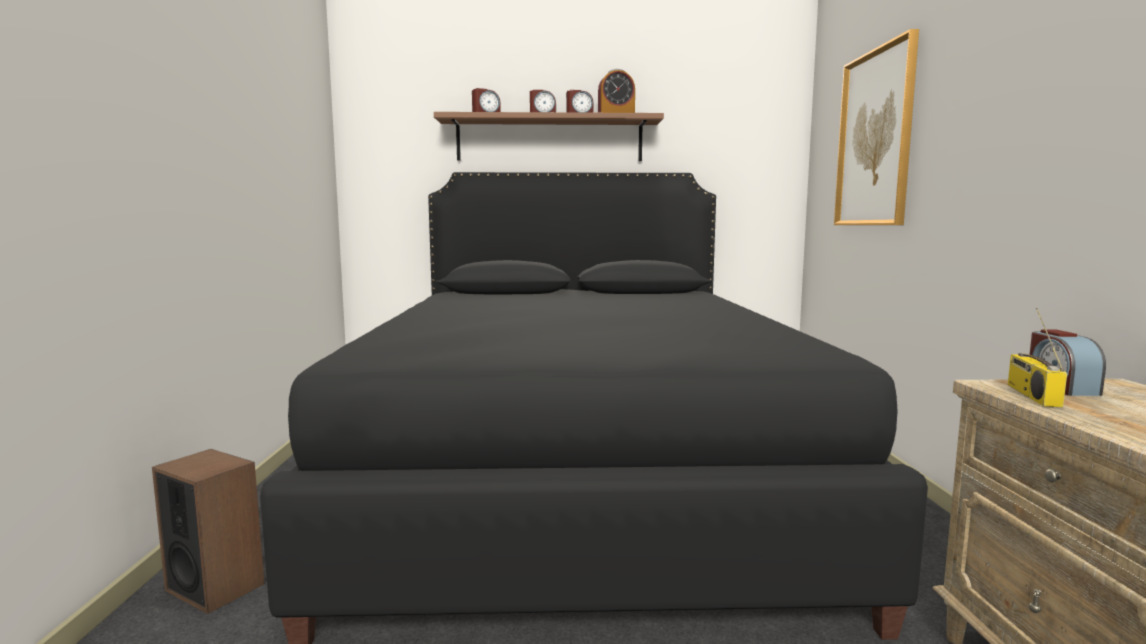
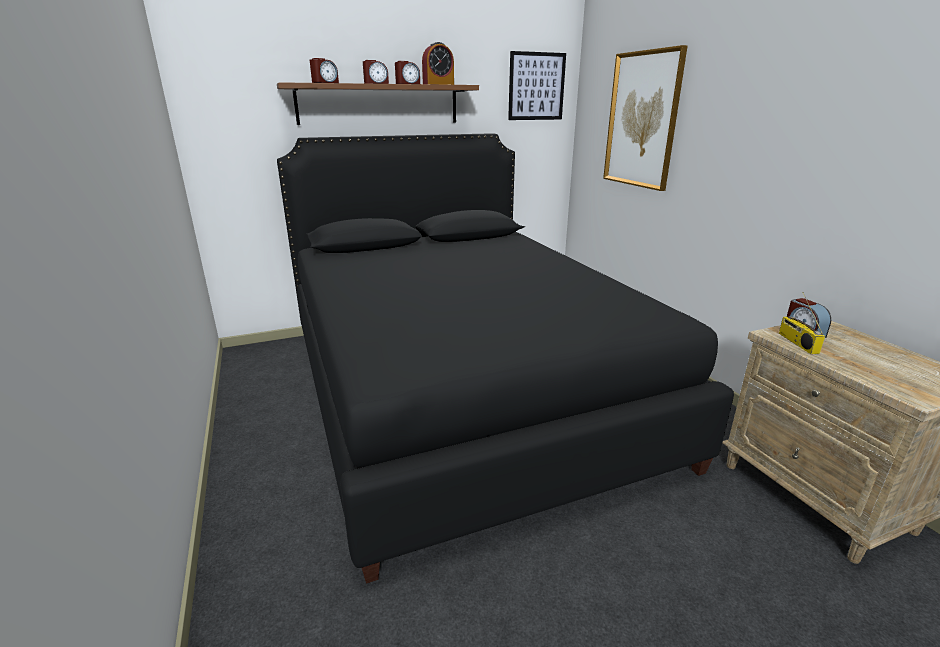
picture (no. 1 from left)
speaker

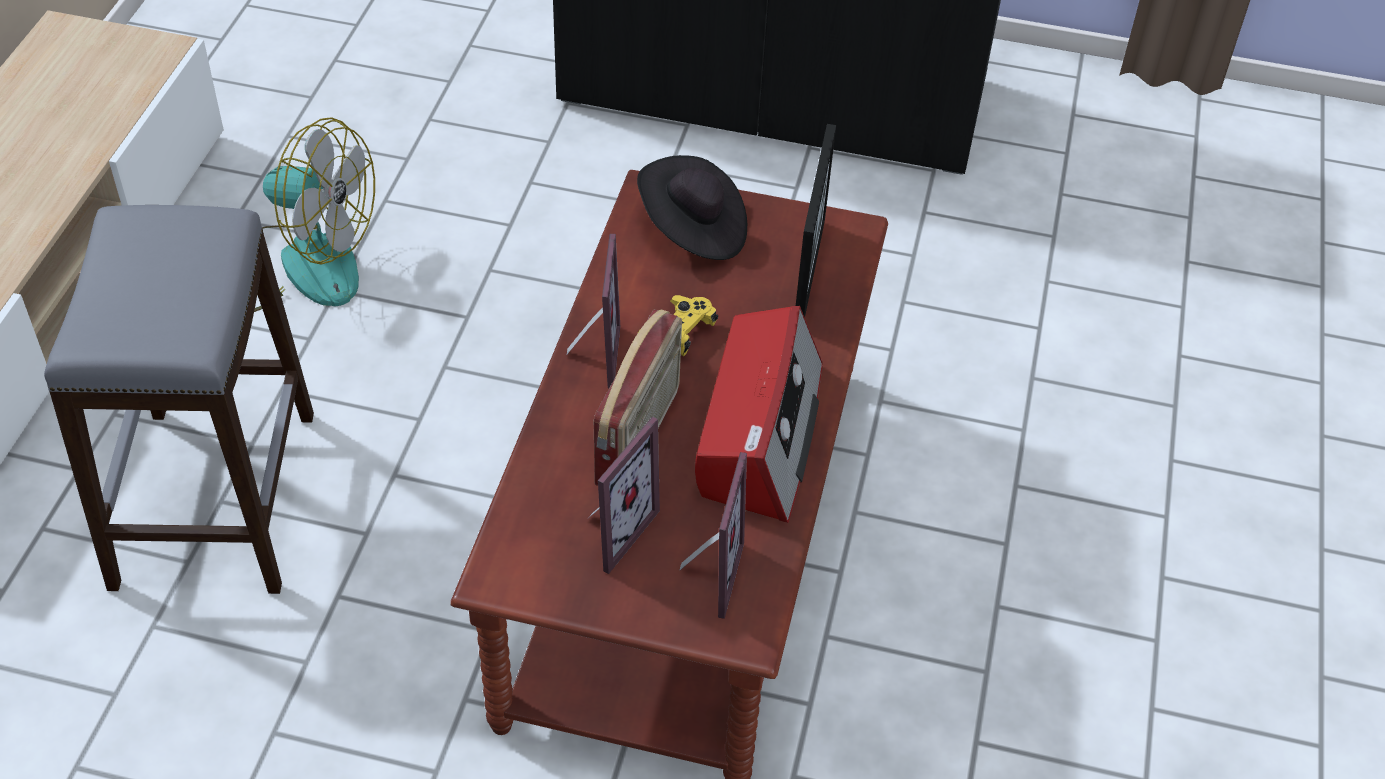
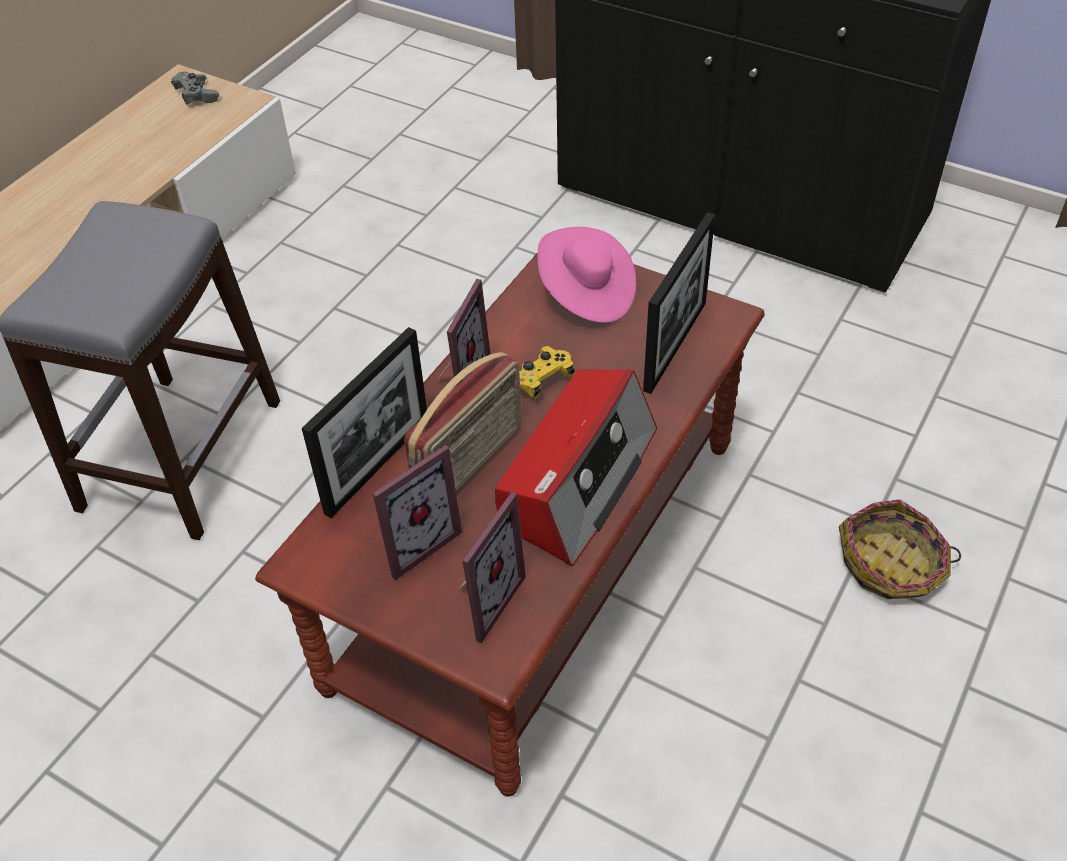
game controller/grey
picture frame (no. 1 from left)
hat/pink
basket
fan

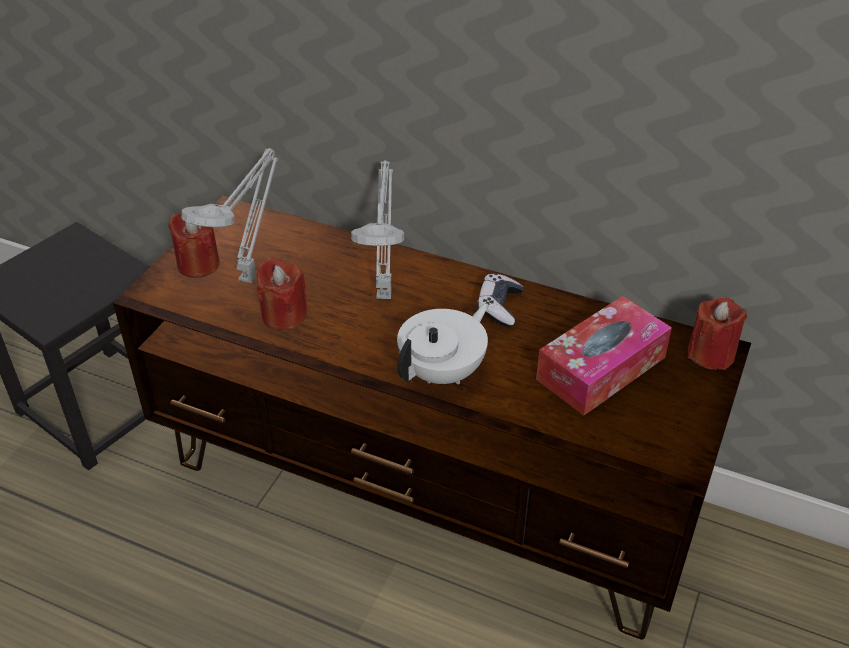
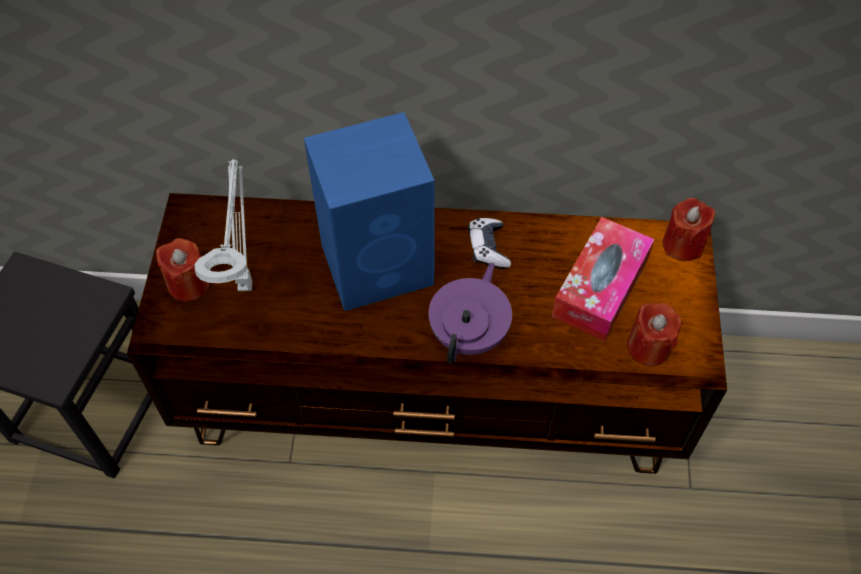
speaker/blue
teapot/purple
candle/red (no. 2 from left)

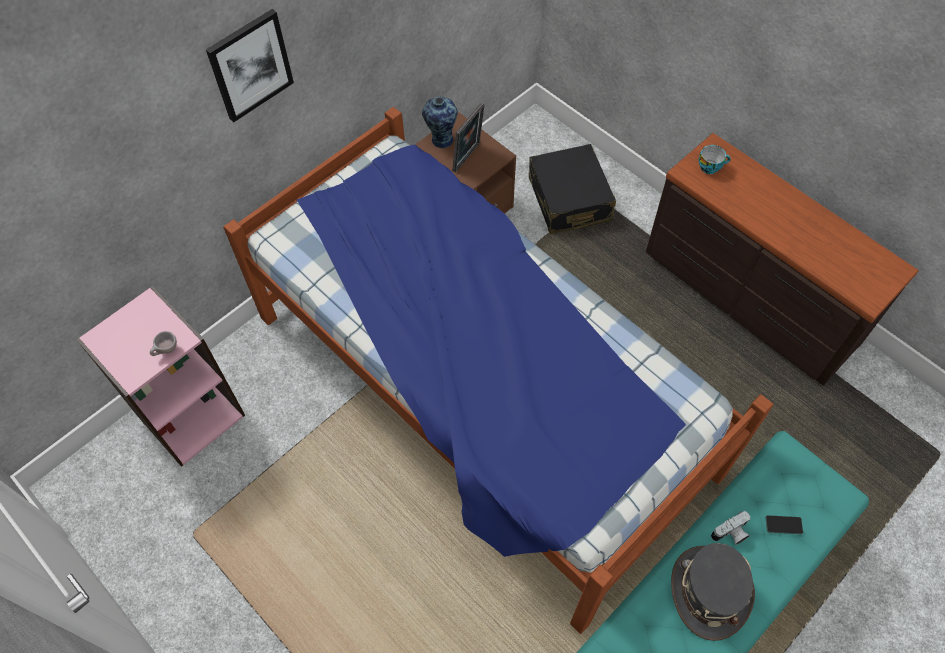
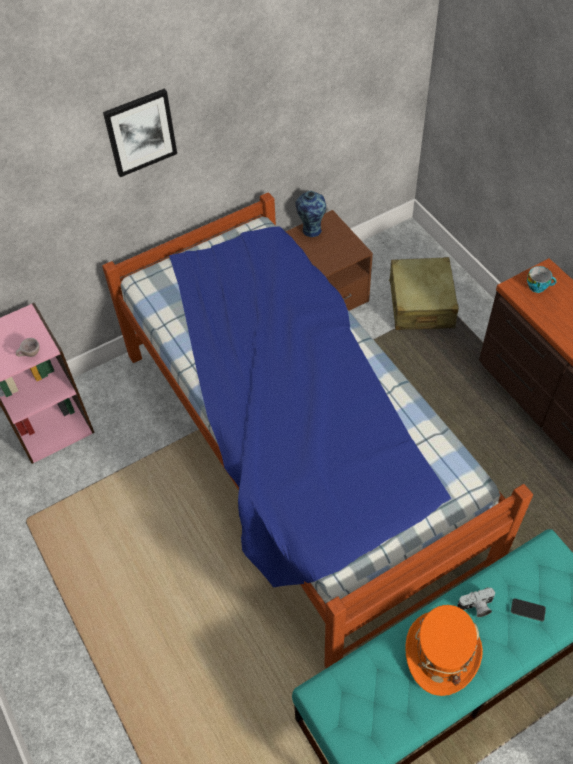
suitcase/beige
hat/orange
picture frame

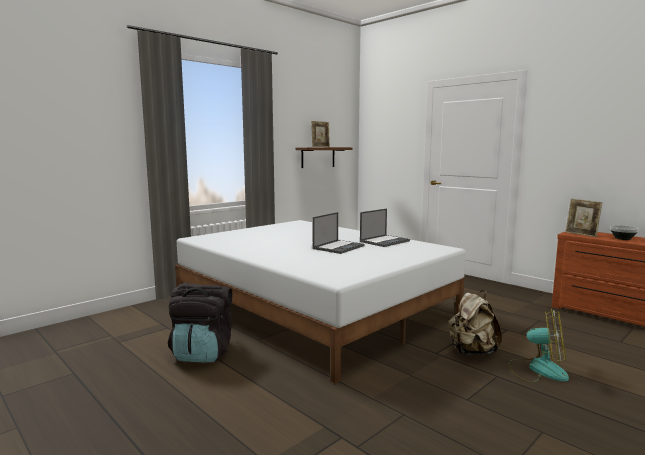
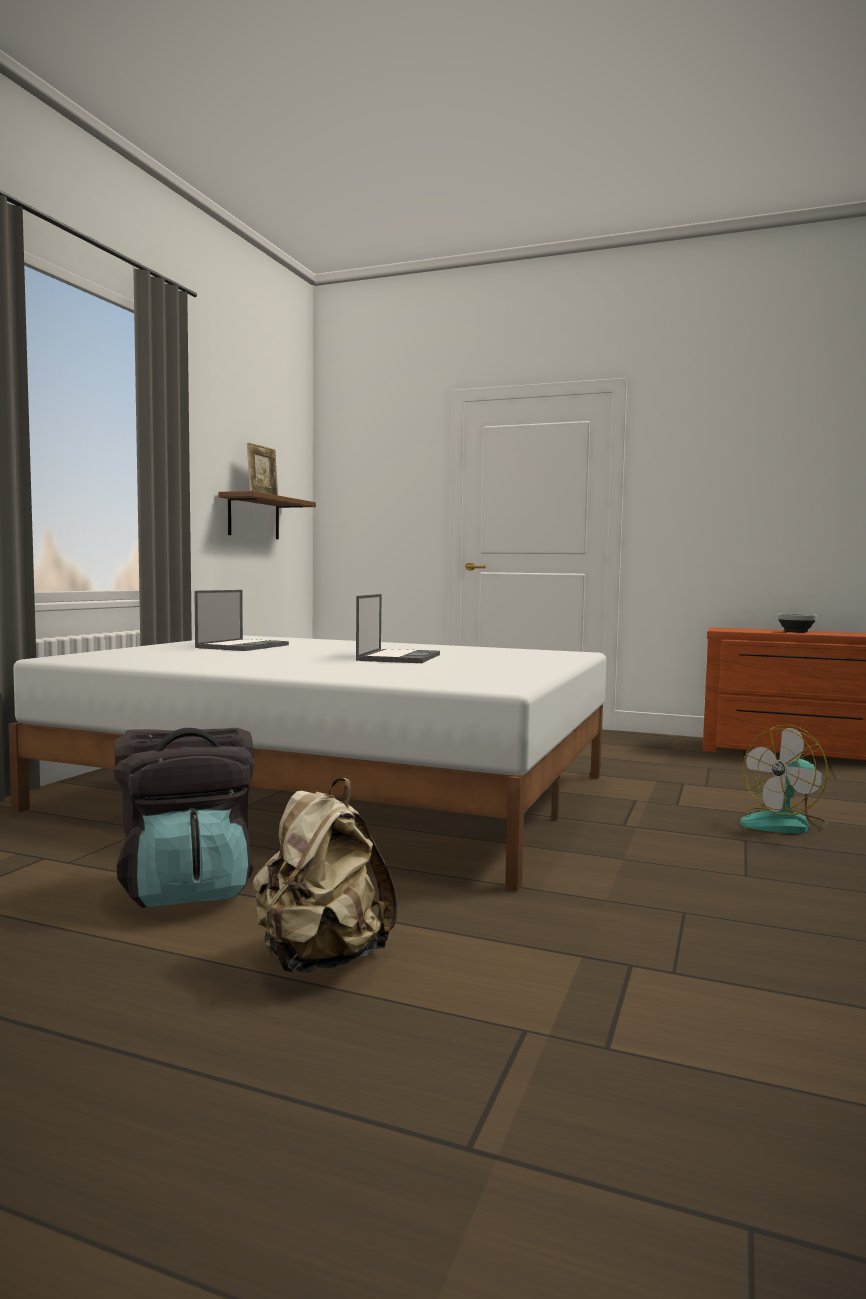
laptop (no. 1 from left)
backpack/beige
fan
picture frame (no. 2 from left in the first image)

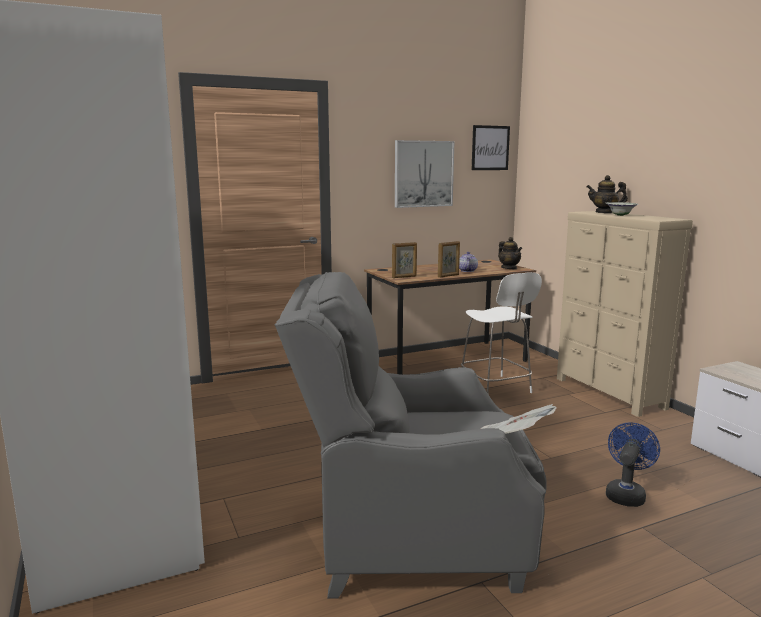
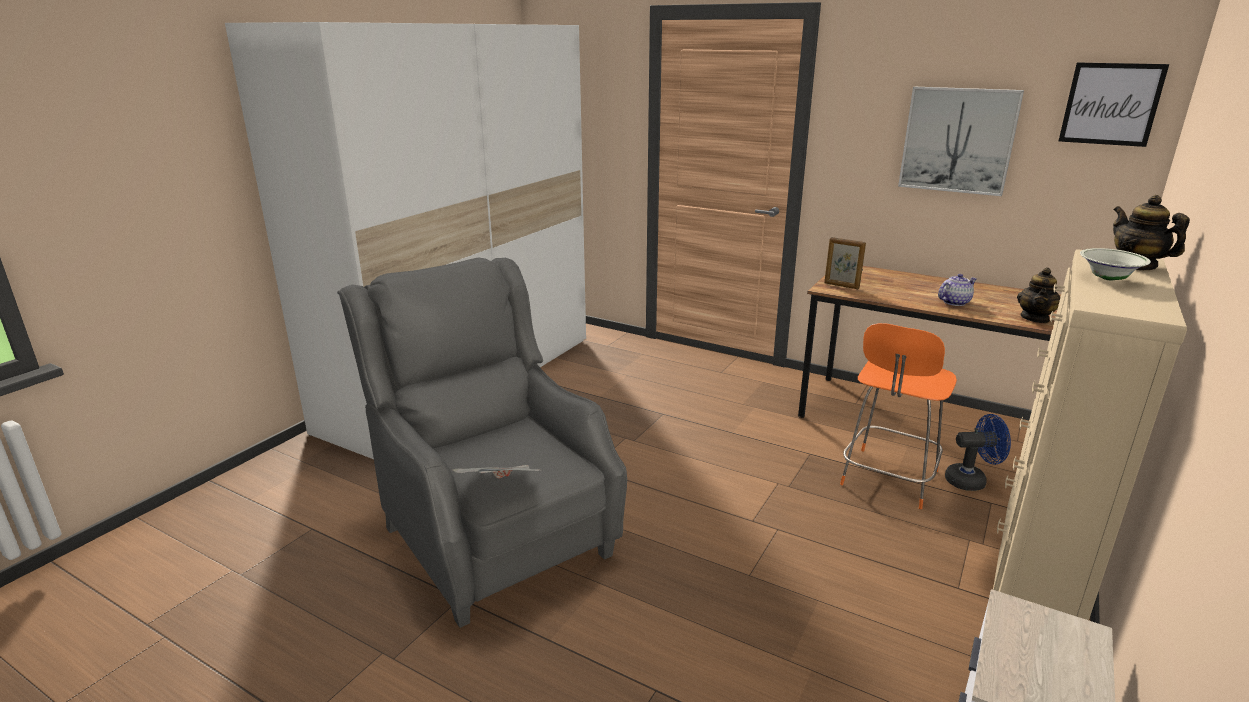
chair/orange
fan/blue
picture frame (no. 2 from left in the first image)

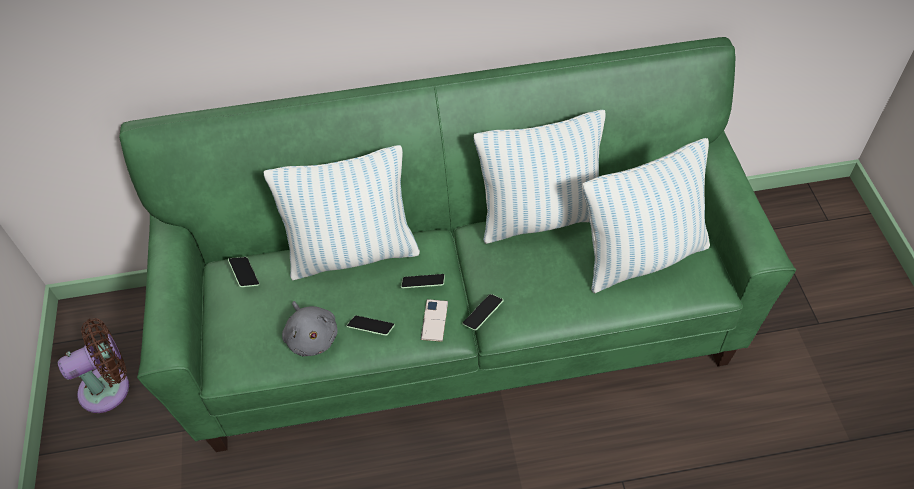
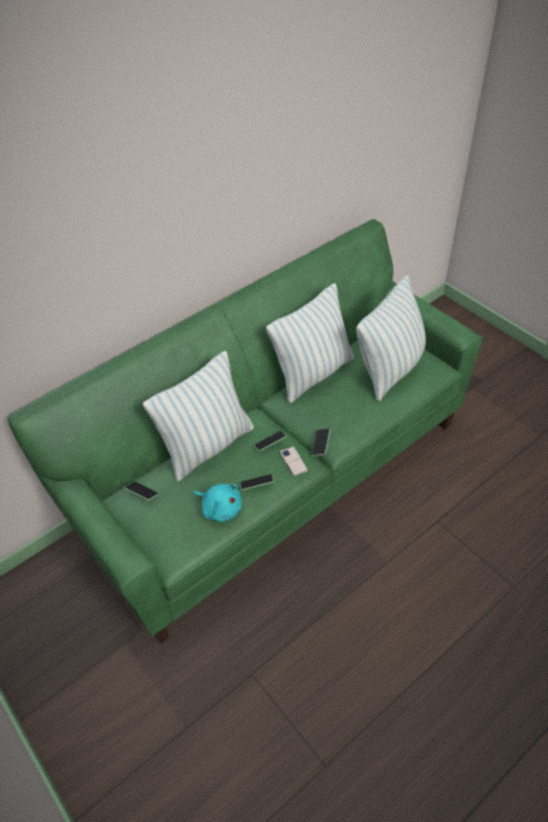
plush toy/turquoise
fan/brown

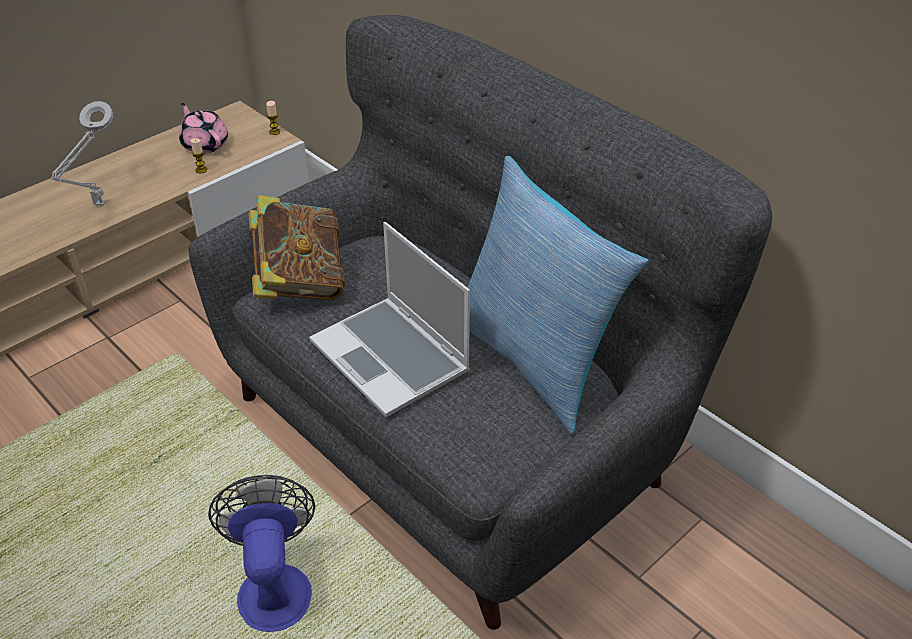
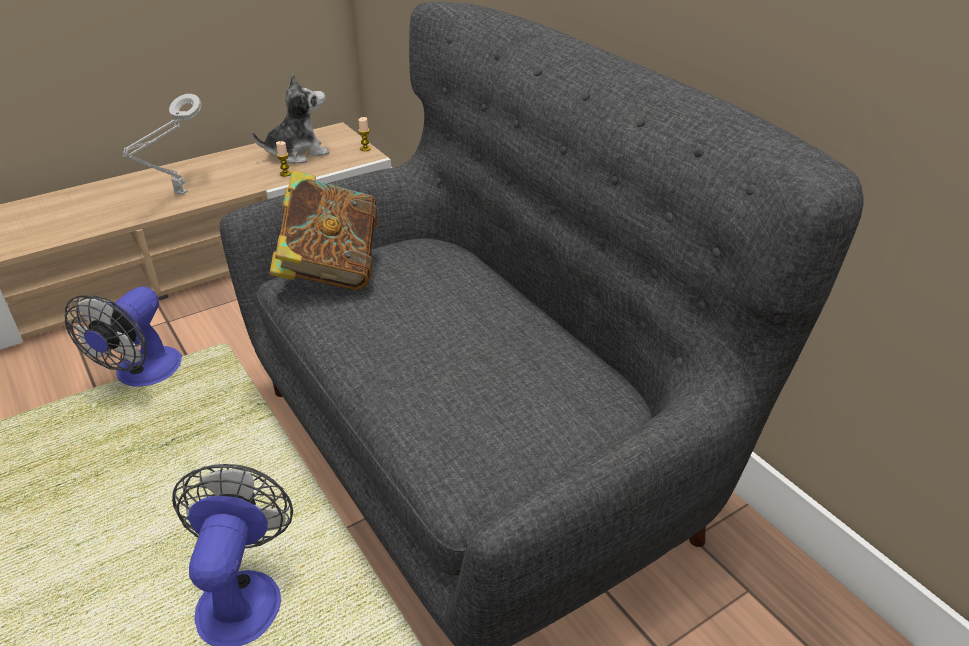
fan (no. 1 from left)
plush toy
laptop
pillow

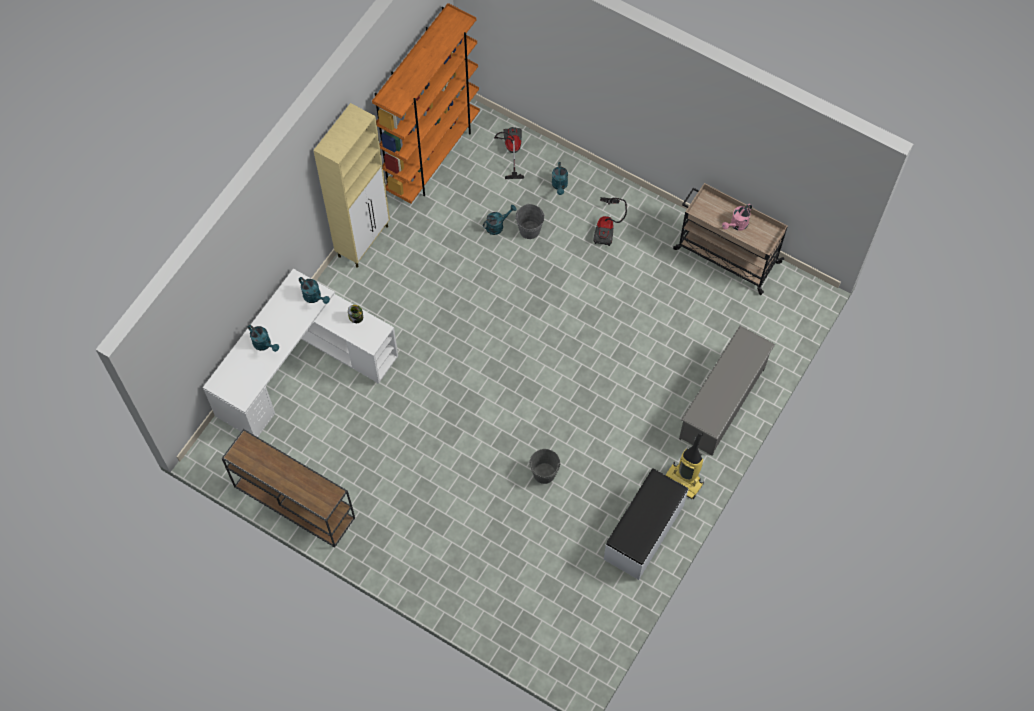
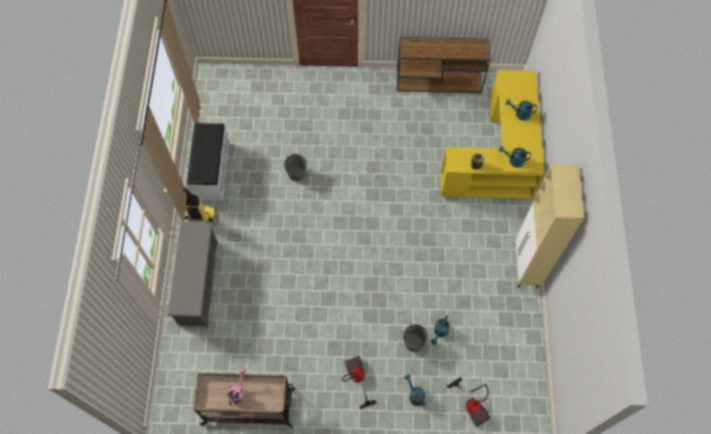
desk/yellow
bookcase/orange

